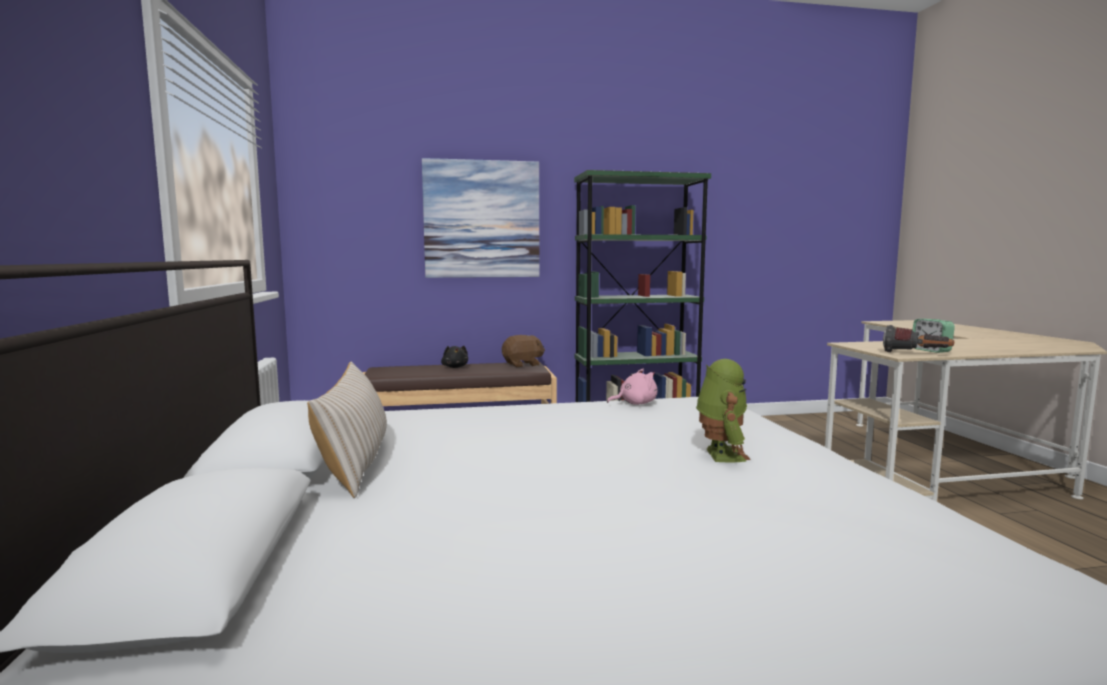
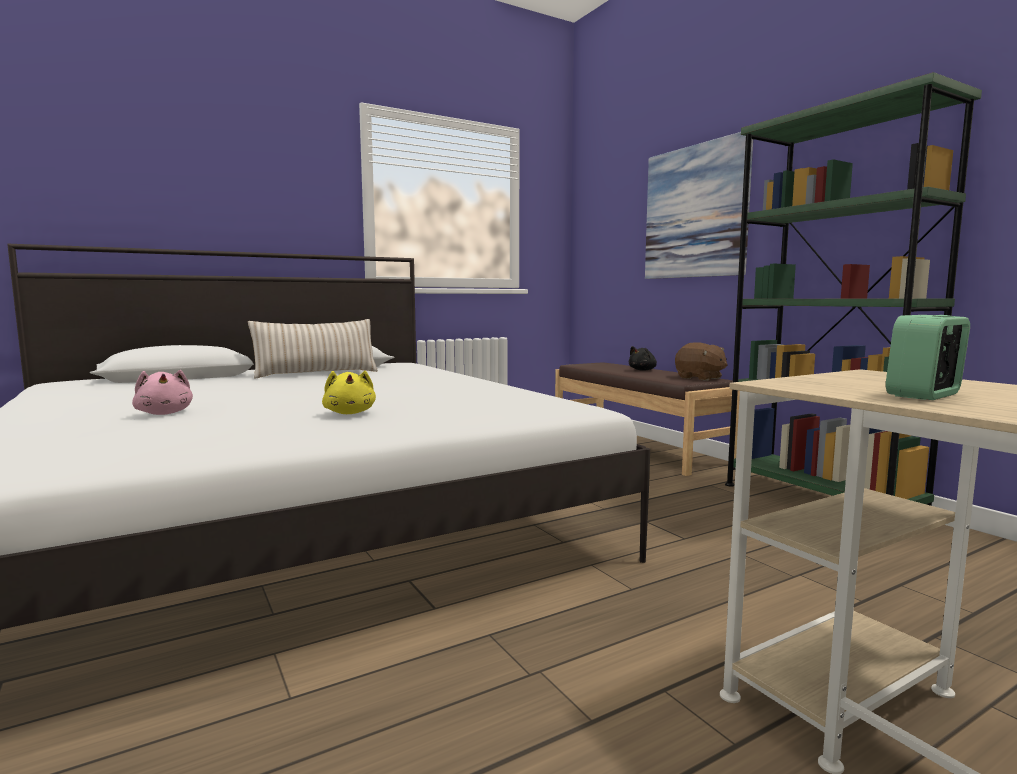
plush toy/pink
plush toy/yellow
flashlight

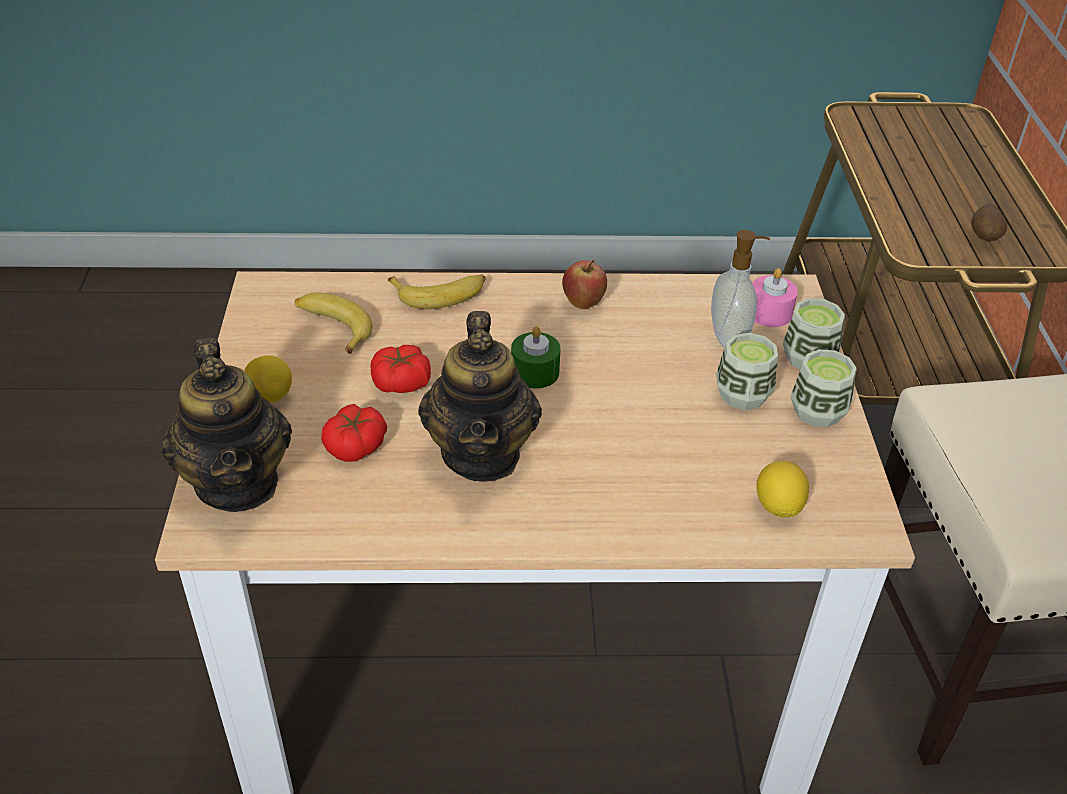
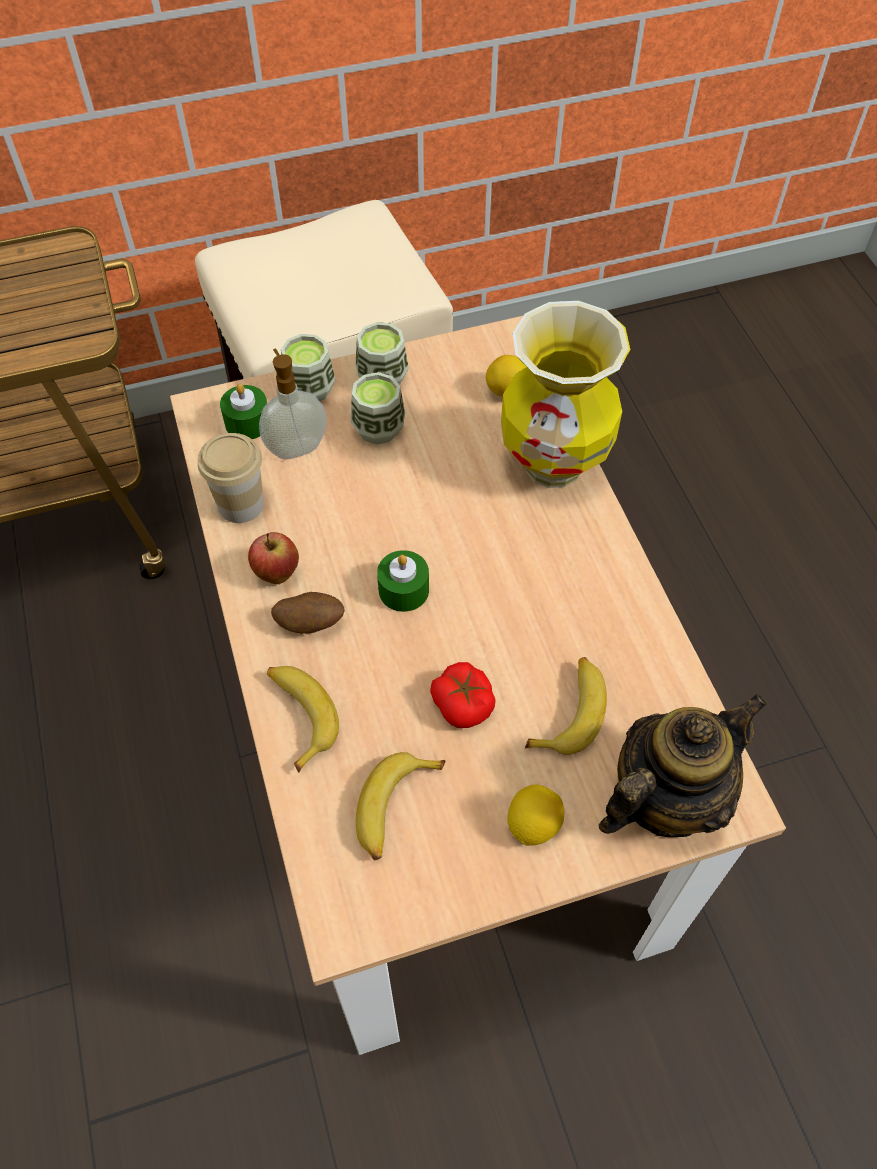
cup (no. 1 from left)
candle/green (no. 1 from left)
potato
vase
banana (no. 3 from left)
teapot (no. 2 from left in the first image)

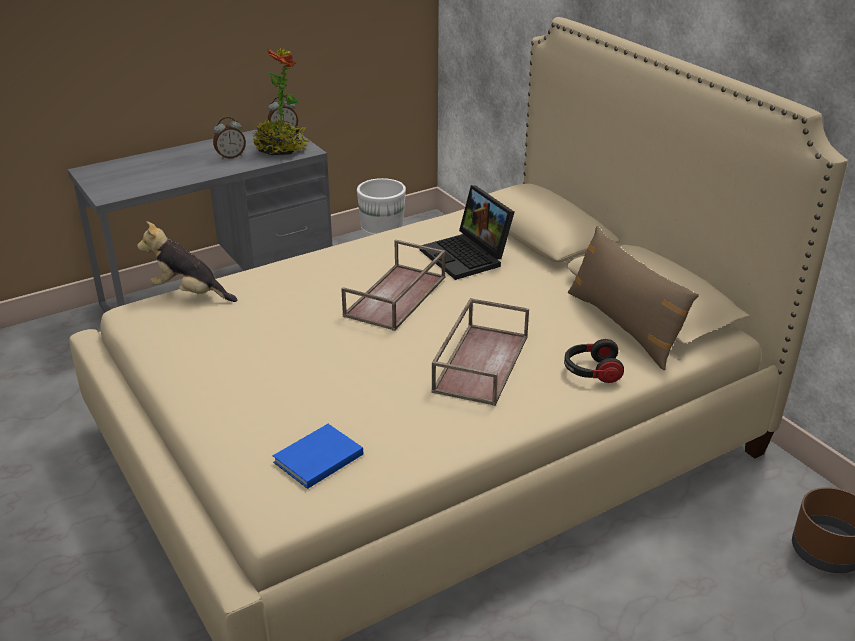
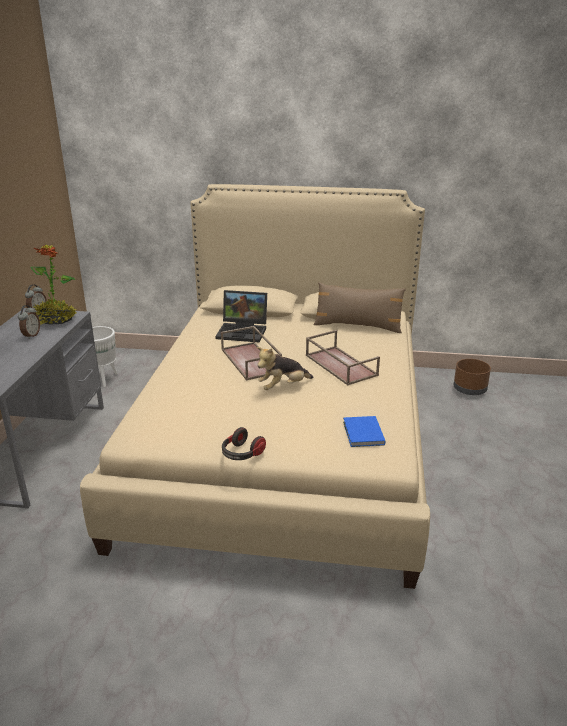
headphones
plush toy

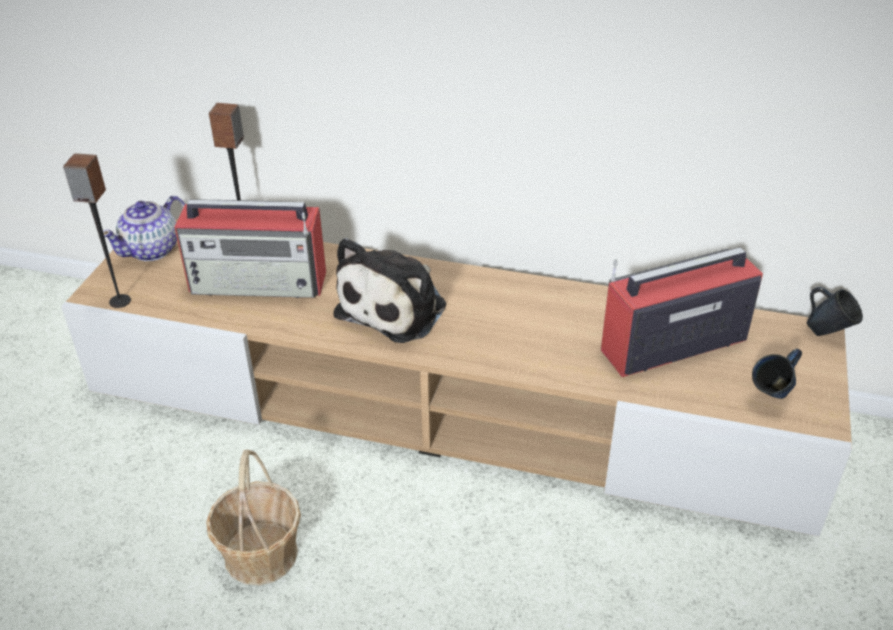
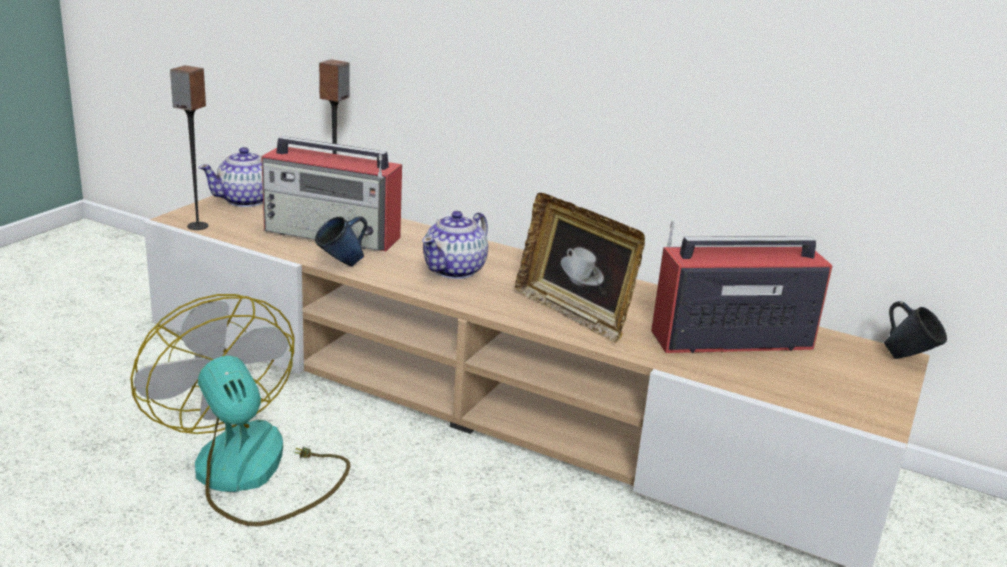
fan
mug/blue (no. 1 from left)
teapot (no. 2 from left)
picture frame

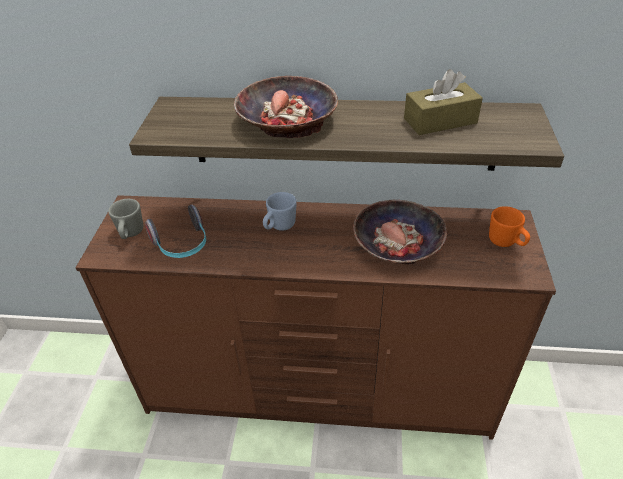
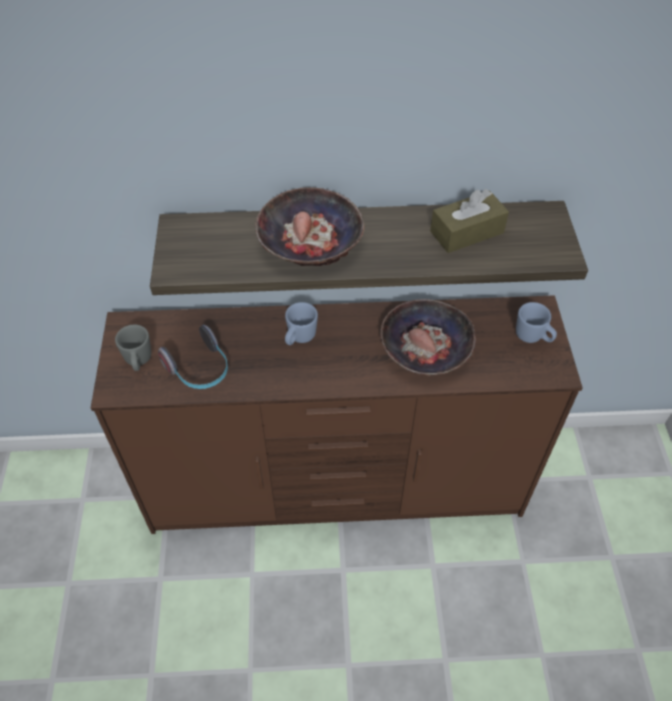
mug/blue (no. 2 from left)

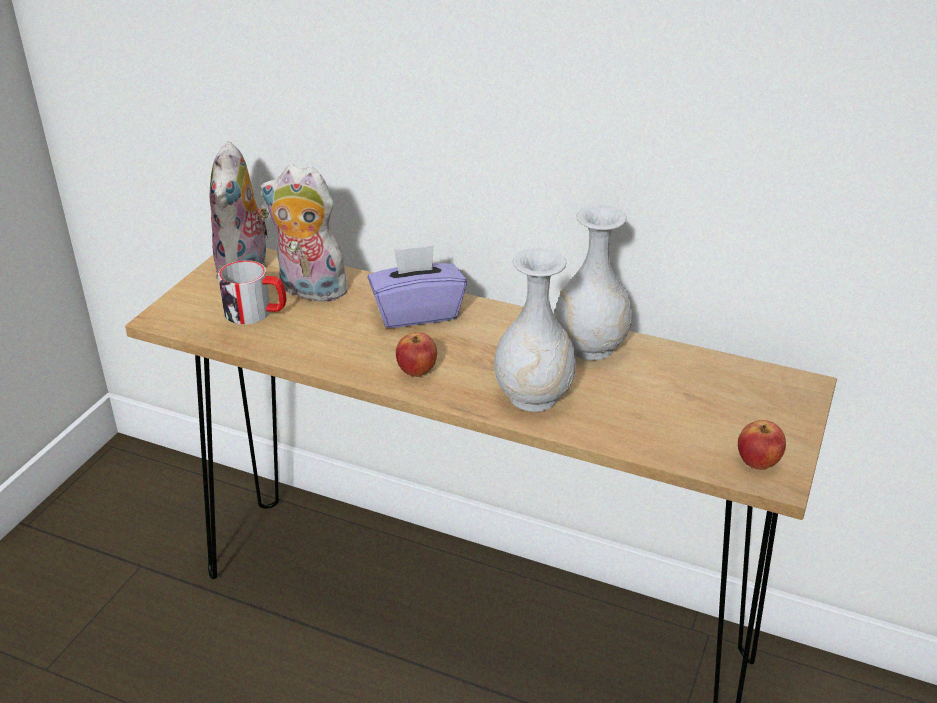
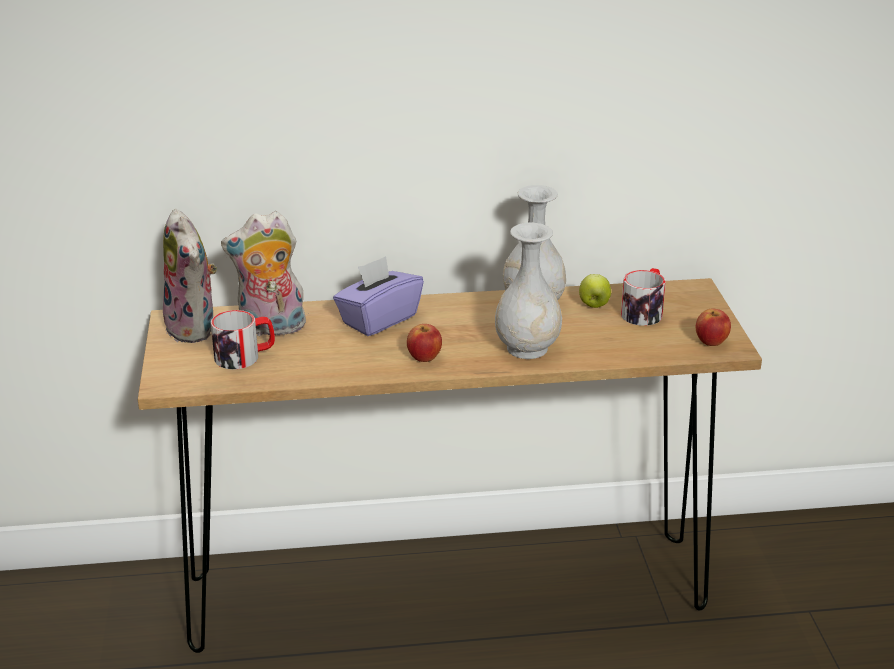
apple (no. 2 from left)
mug (no. 2 from left)

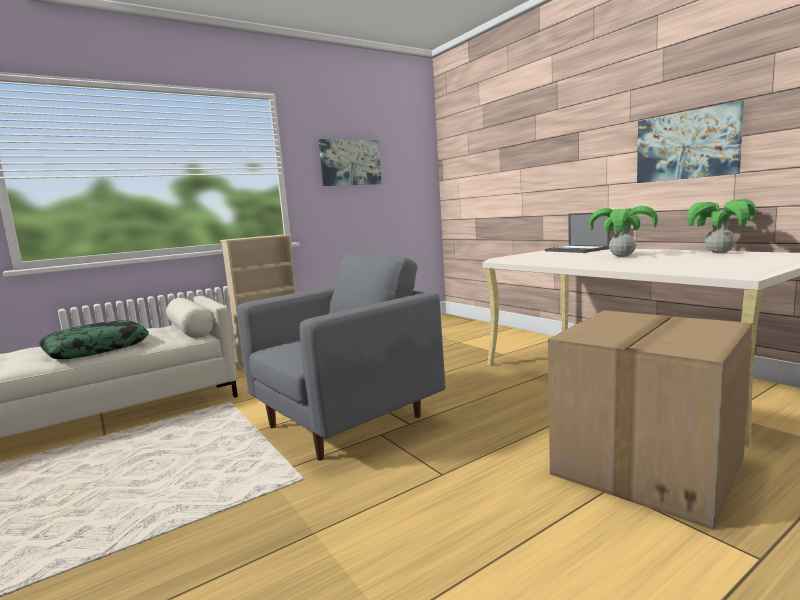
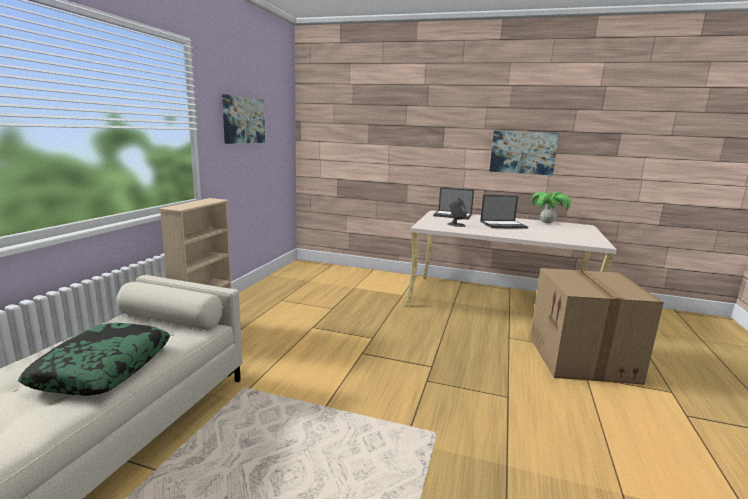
speaker/grey
laptop (no. 2 from left)
armchair/grey

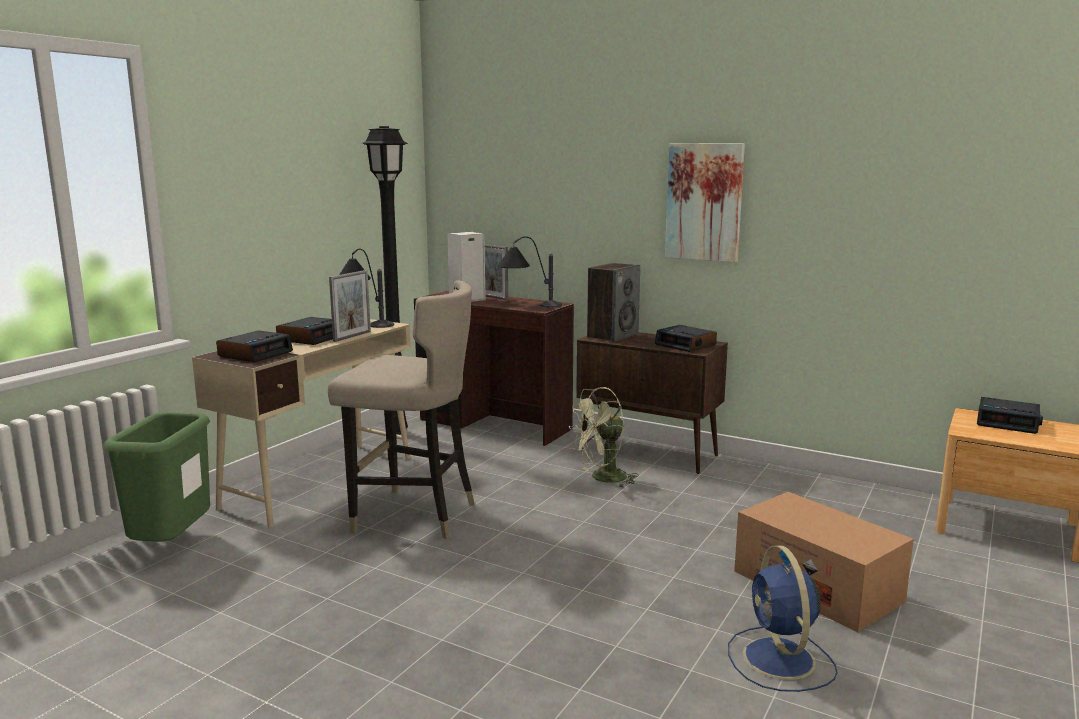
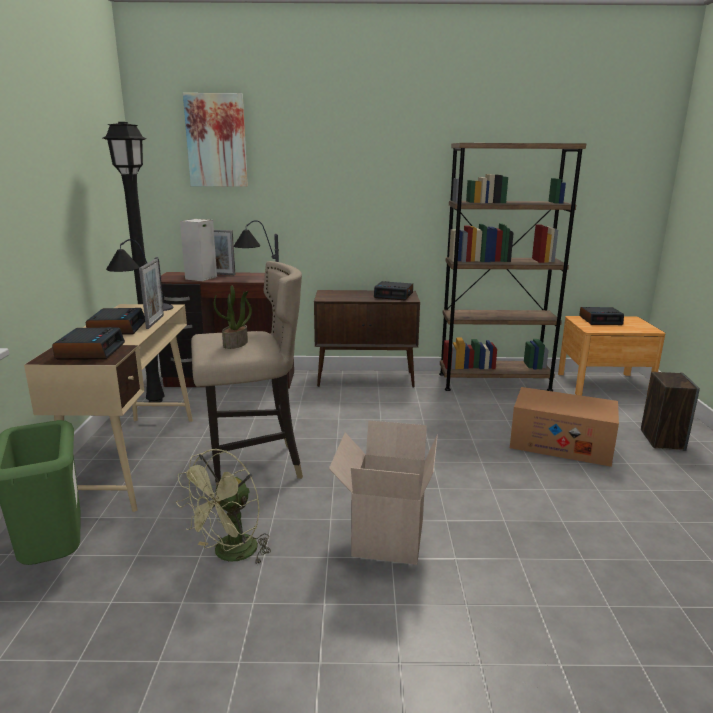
fan/green
picture
potted plant
cardboard box (no. 1 from left)
bookcase/brown
speaker (no. 2 from left)
fan/blue

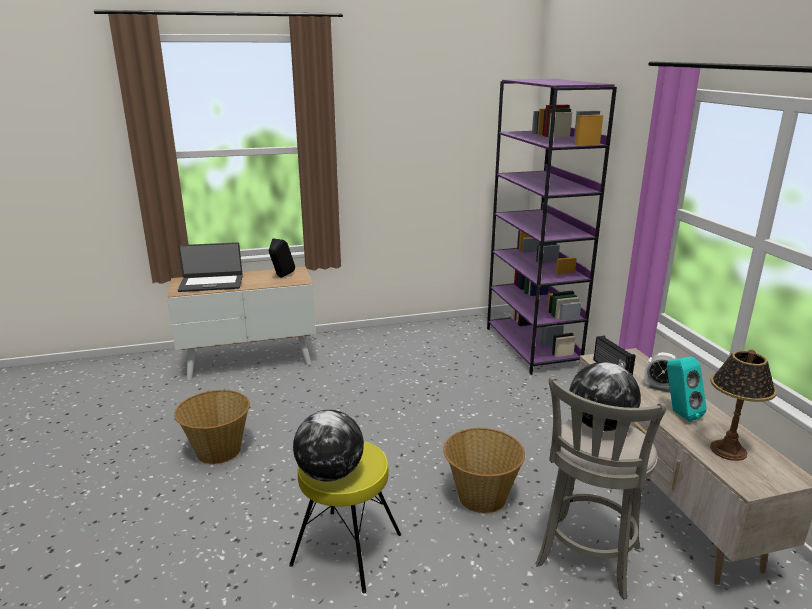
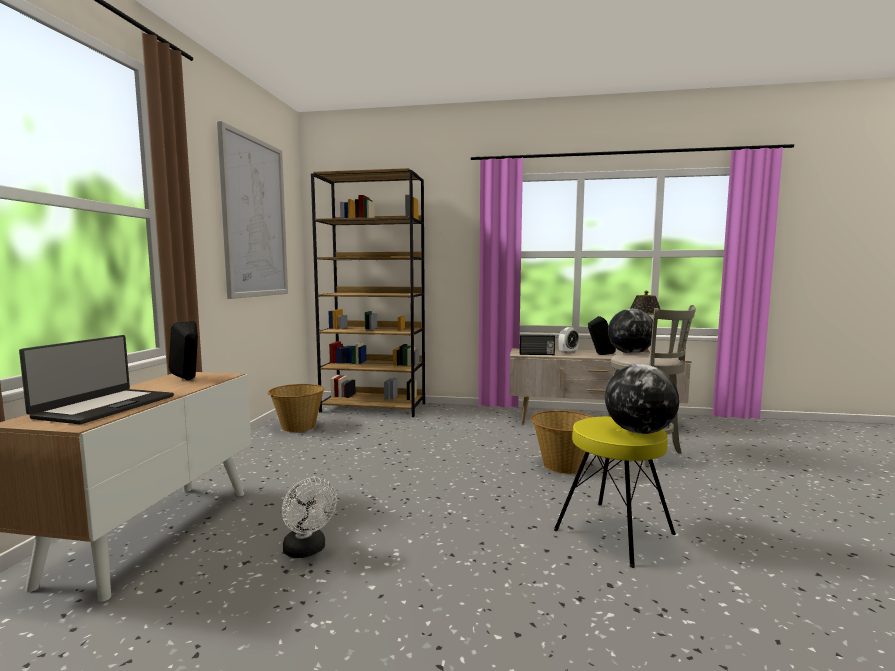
picture
basket (no. 1 from left)
fan/white
bookcase/brown
speaker/black (no. 2 from left)

